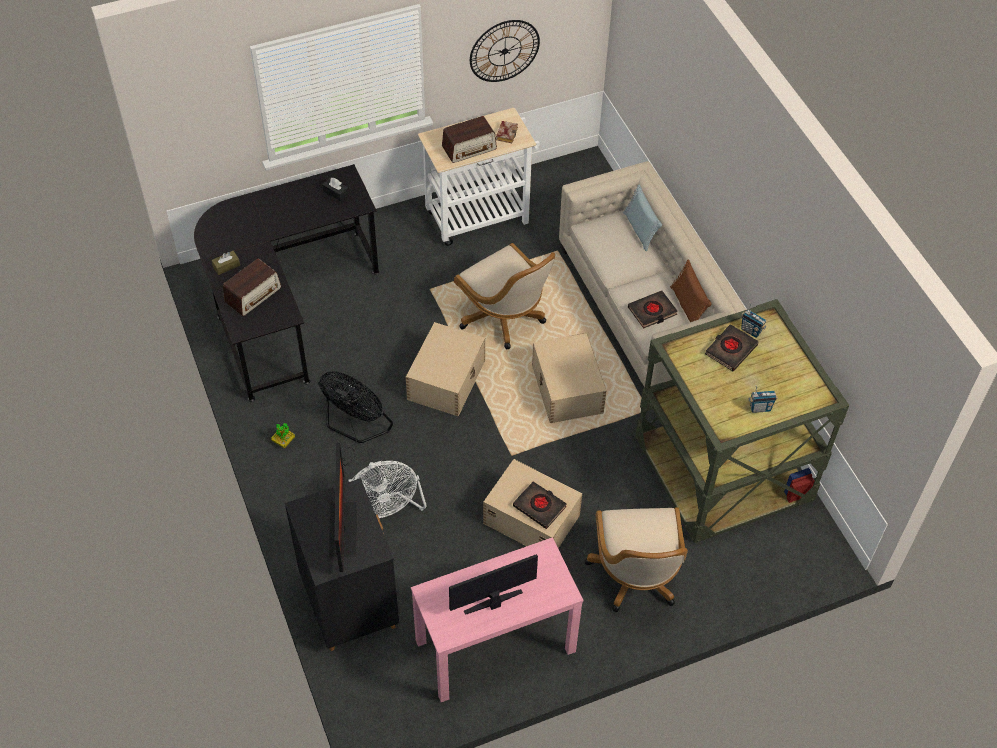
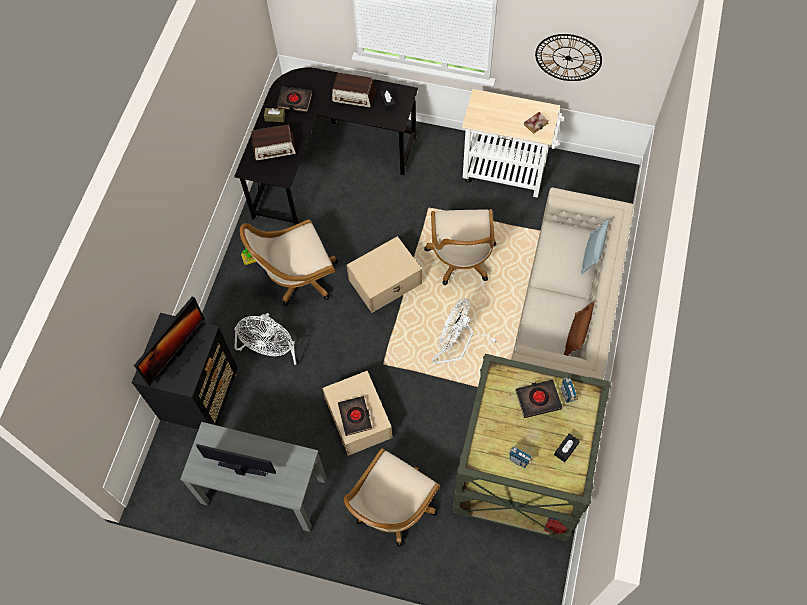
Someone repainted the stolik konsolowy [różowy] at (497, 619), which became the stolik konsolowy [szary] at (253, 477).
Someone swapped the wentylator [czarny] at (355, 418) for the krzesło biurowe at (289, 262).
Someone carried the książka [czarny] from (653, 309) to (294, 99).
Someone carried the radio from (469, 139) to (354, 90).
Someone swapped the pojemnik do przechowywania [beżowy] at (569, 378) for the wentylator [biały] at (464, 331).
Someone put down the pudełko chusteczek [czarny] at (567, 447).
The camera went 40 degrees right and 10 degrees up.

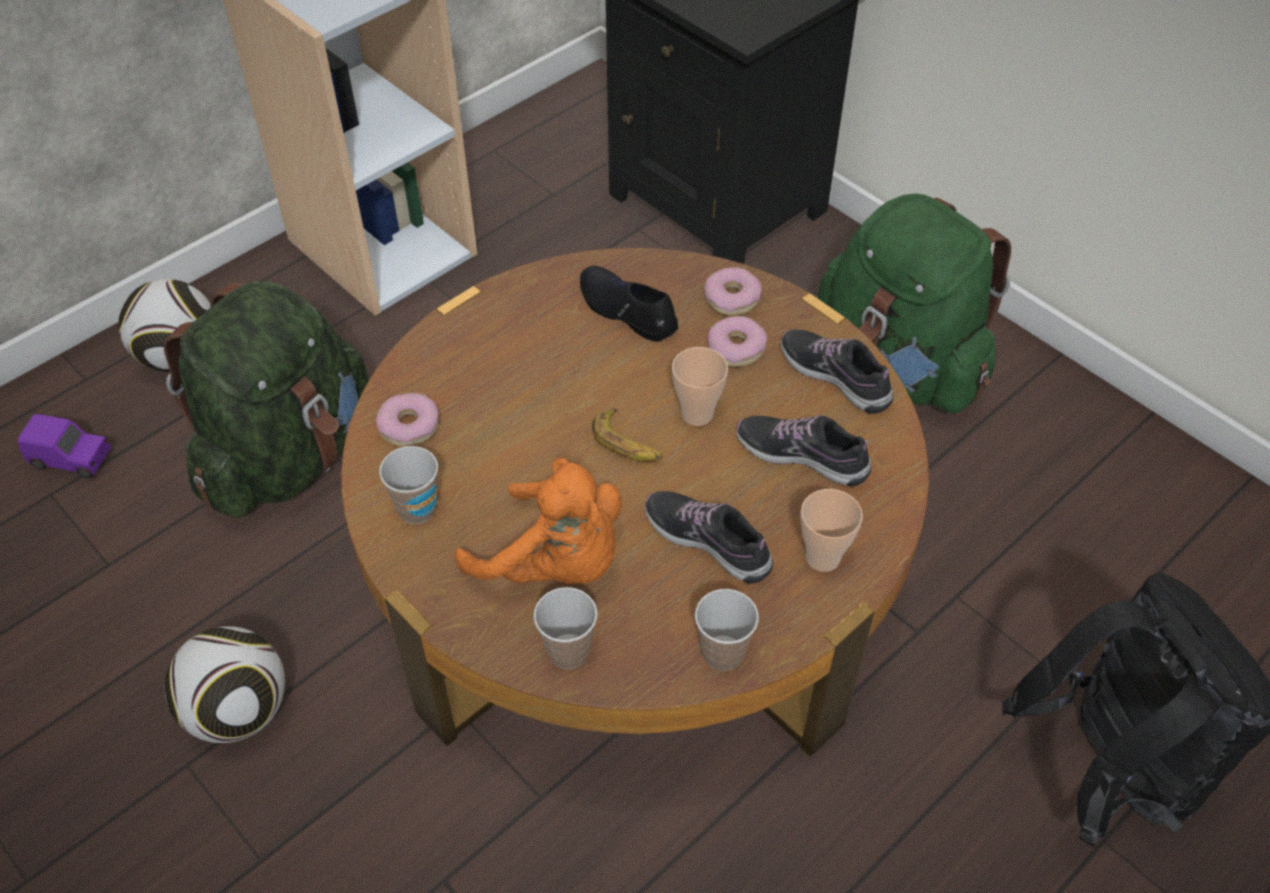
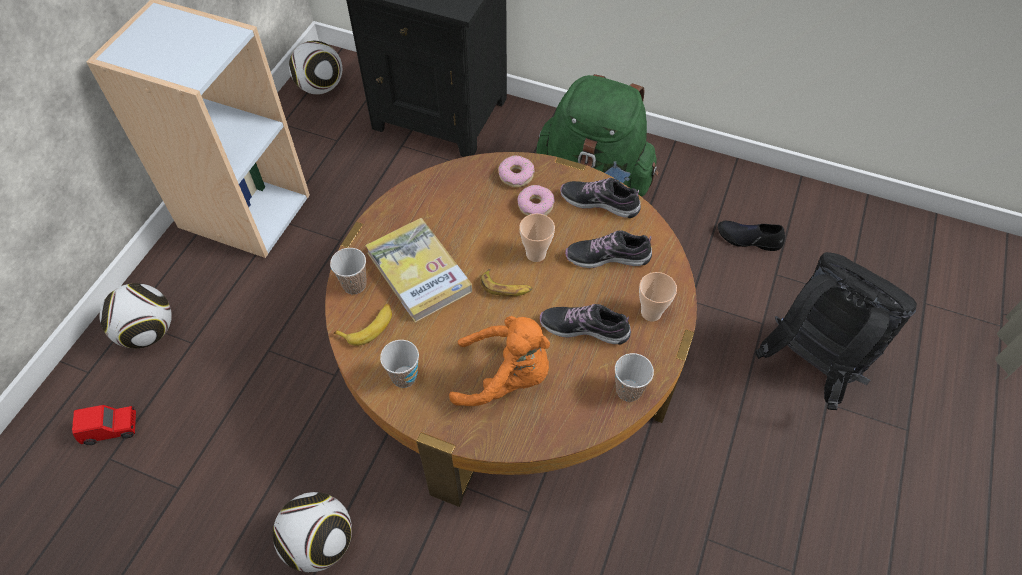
Someone repainted the samochodzik [fioletowy] at (64, 446), which became the samochodzik [czerwony] at (104, 425).
Someone put down the piłka futbolowa at (315, 67).
Someone carried the filiżanka from (566, 628) to (348, 271).
Someone swapped the donut at (407, 420) for the banan at (362, 325).
Someone put down the książka at (418, 270).
Someone carried the but [czarny] from (629, 304) to (751, 236).
Someone took away the plecak [zielony] at (266, 399).
The camera went 25 degrees left and 5 degrees up.

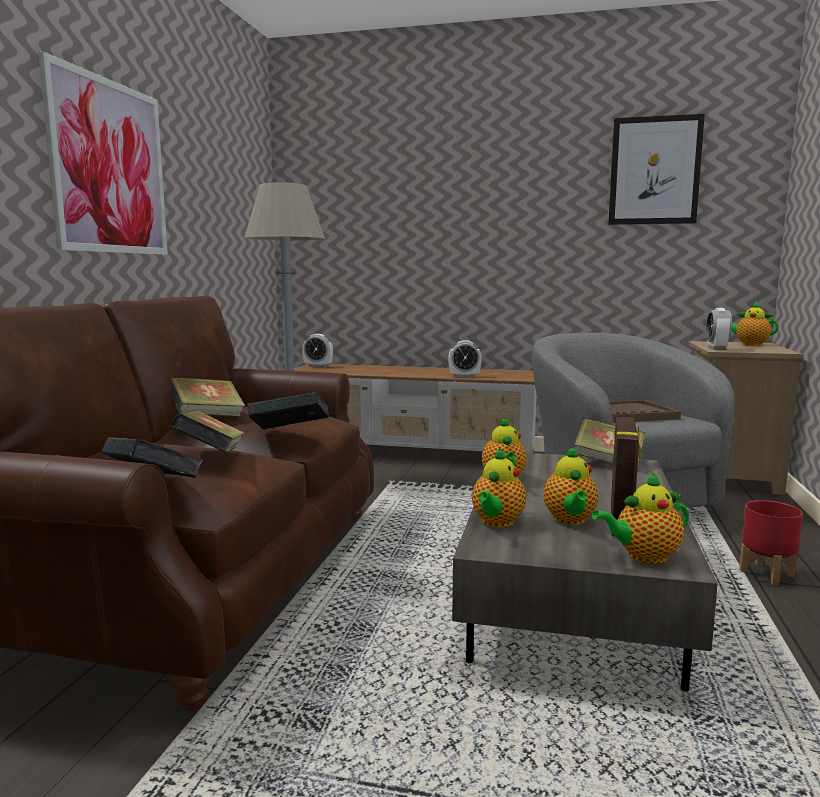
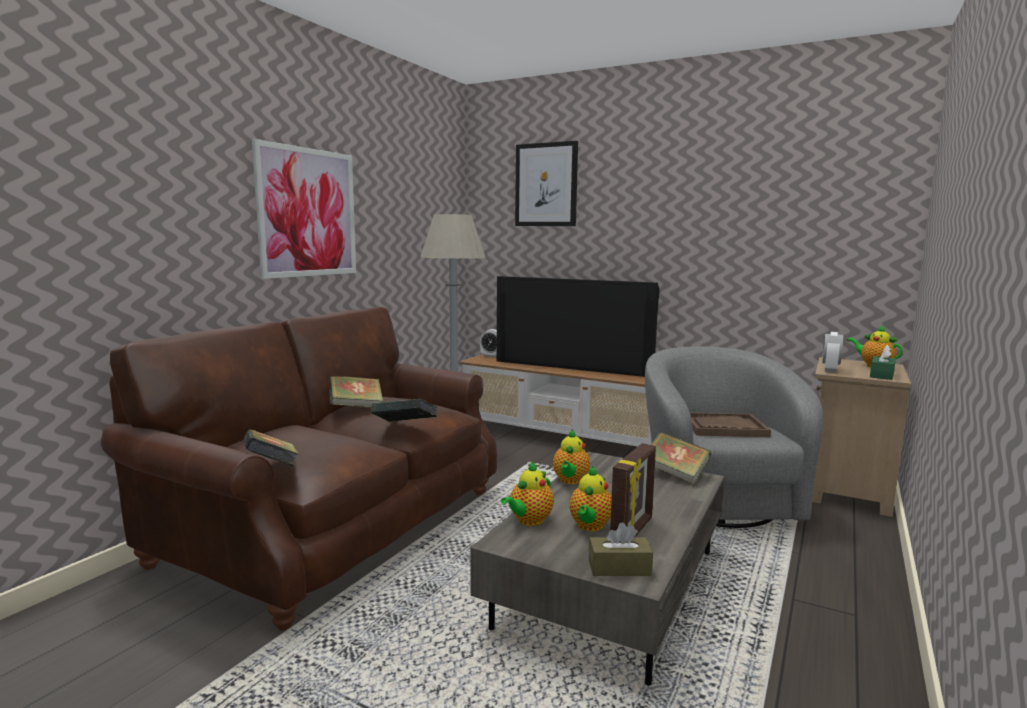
Someone put down the telewizor at (578, 326).
Someone carried the obraz from (656, 169) to (546, 183).
Someone swapped the imbryk at (640, 518) for the pudełko chusteczek [brązowy] at (621, 549).
Someone put down the pudełko chusteczek [zielony] at (883, 362).
Someone took away the książka at (207, 431).
Someone took away the budzik at (465, 358).
Someone took away the donica [czerwony] at (771, 543).
The camera went 15 degrees right and 0 degrees up.

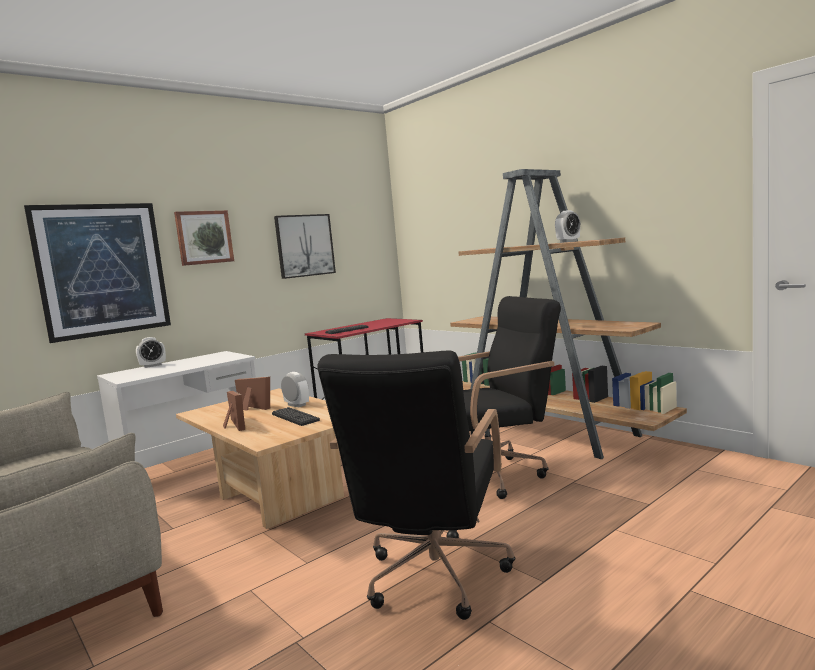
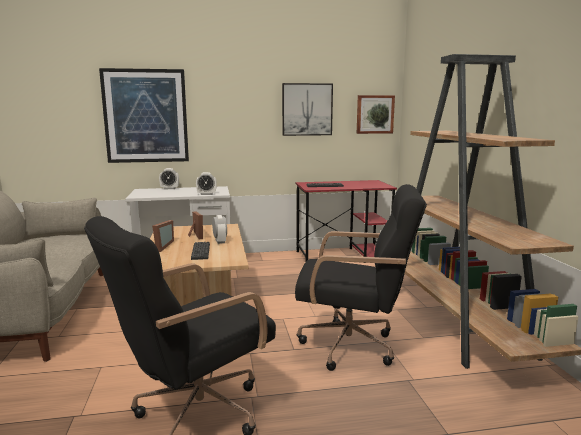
Someone carried the budzik from (567, 226) to (206, 183).
Someone carried the obraz from (204, 238) to (376, 114).
The camera went 30 degrees right and 5 degrees up.

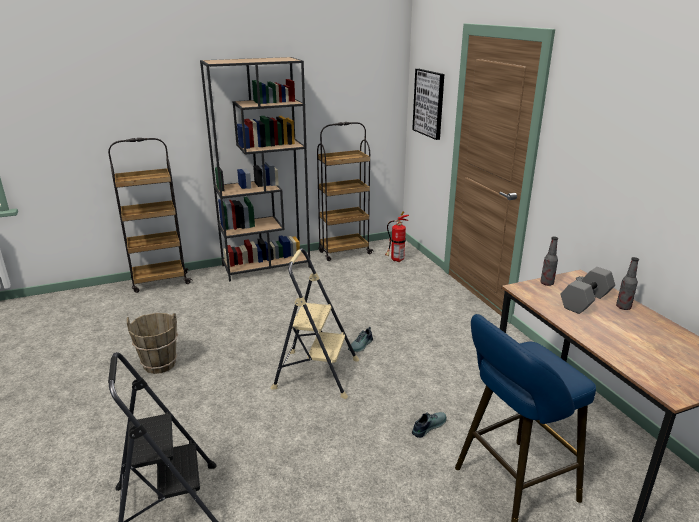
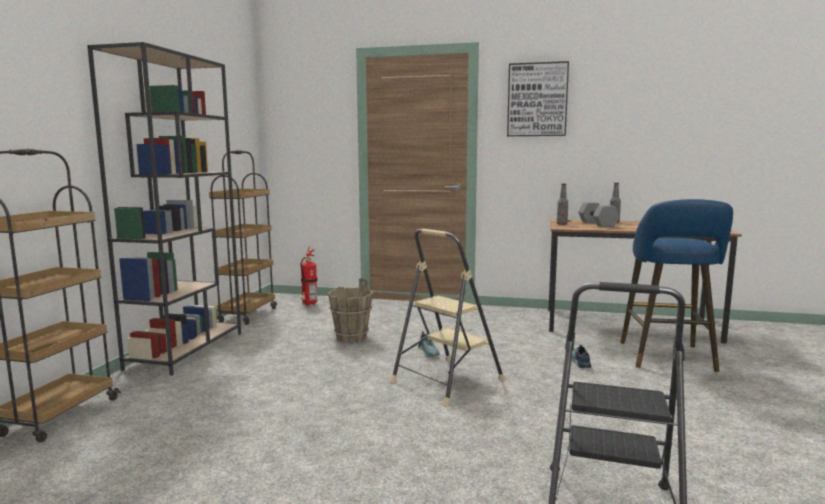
Someone carried the wiadro [brązowy] from (152, 343) to (350, 310).
Someone carried the obraz from (428, 104) to (538, 98).
The camera went 55 degrees left and 15 degrees down.

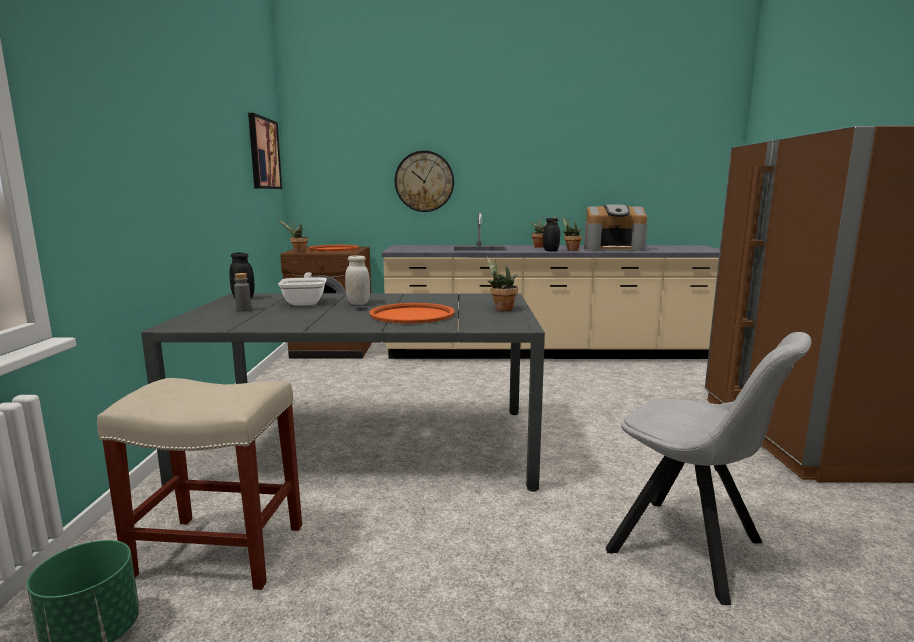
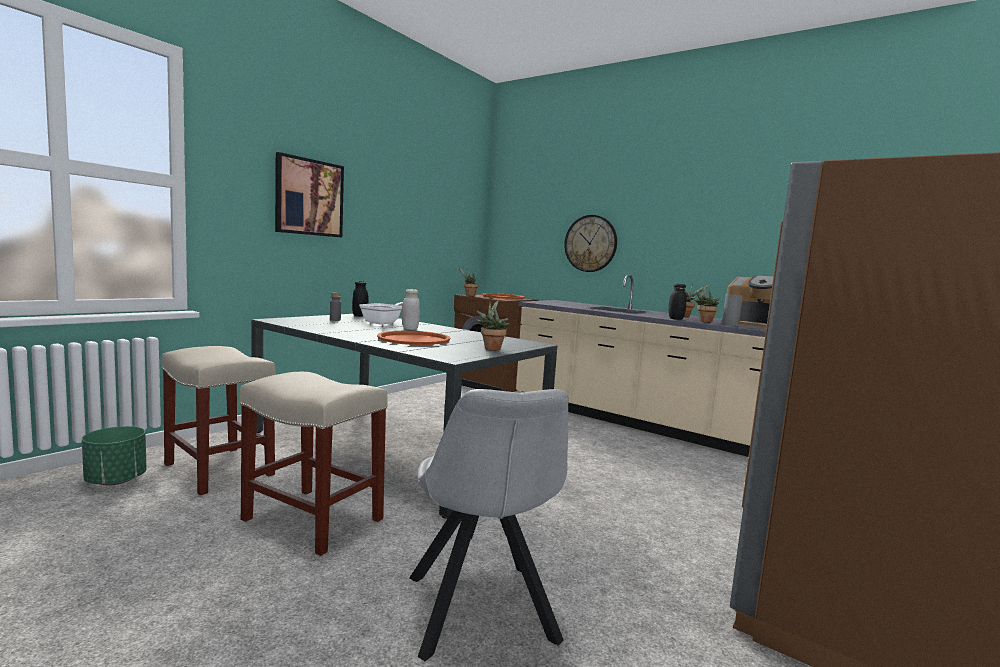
Someone put down the stołek [beżowy] at (313, 464).
Someone carried the obraz from (265, 151) to (309, 195).
The camera went 35 degrees right and 5 degrees down.

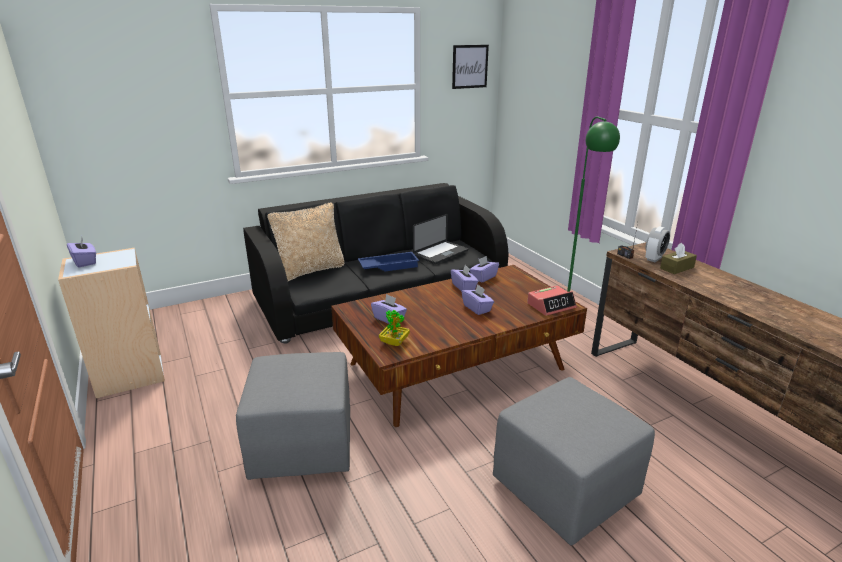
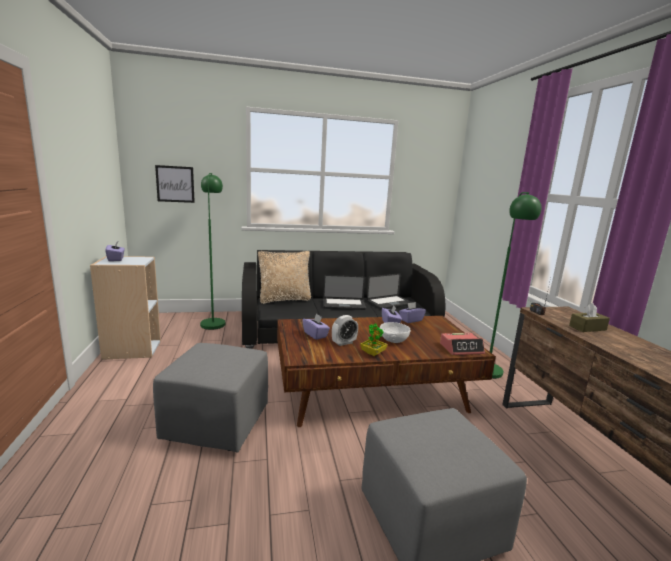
Someone carried the obraz from (470, 67) to (175, 184).
Someone put down the lampa stojąca [zielony] at (213, 251).
Someone swapped the taca [niebieski] at (388, 262) for the laptop at (344, 292).
Someone carried the budzik from (657, 244) to (345, 330).
Someone carried the roślina doniczkowa from (394, 328) to (373, 339).
Someone swapped the pudełko chusteczek [fioletowy] at (478, 299) for the miska [biały] at (395, 332).
The camera went 15 degrees right and 10 degrees down.

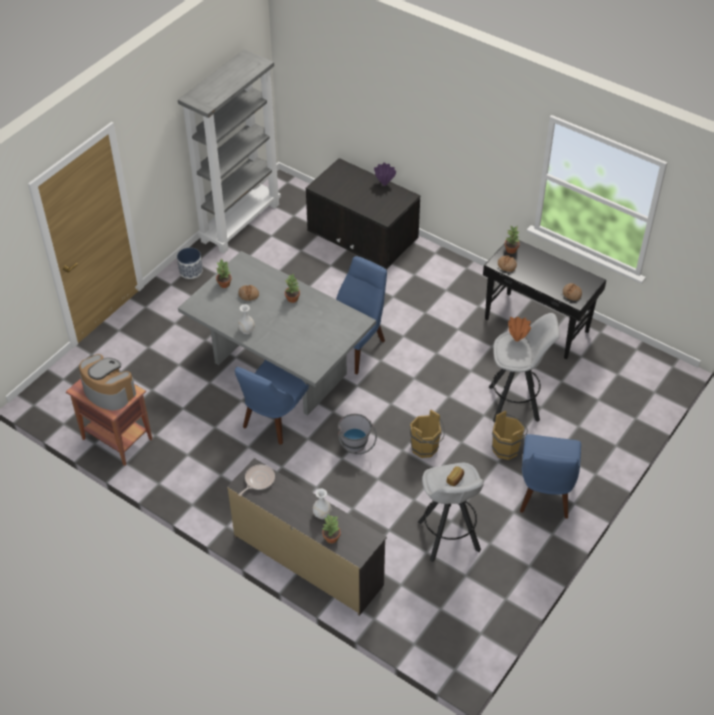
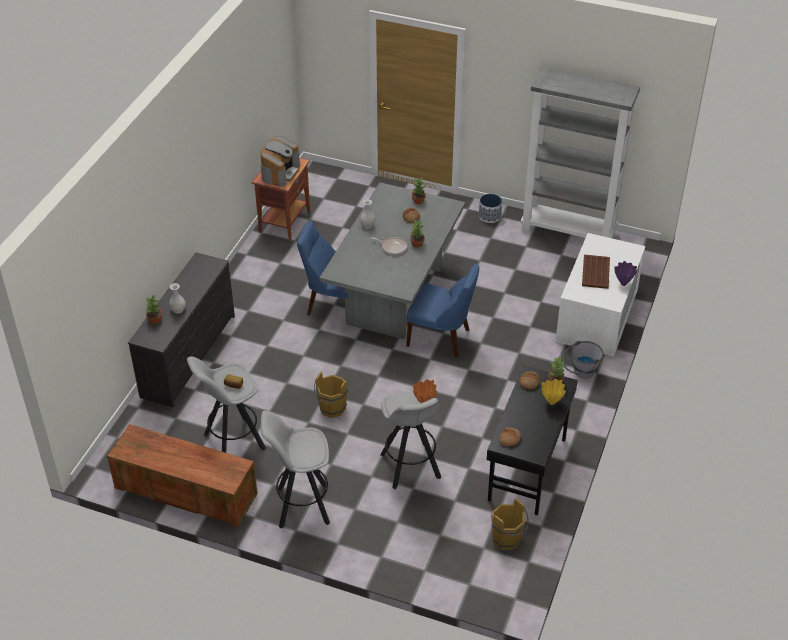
Someone put down the ławka [brązowy] at (182, 475).
Someone swapped the krzesło [niebieski] at (550, 476) for the stołek [szary] at (295, 469).
Someone carried the patelnia from (257, 480) to (389, 246).
Someone carried the wiadro [brązowy] from (510, 435) to (510, 524).
Someone put down the wazon [żółty] at (553, 392).
Someone repainted the szafka [czarny] at (362, 213), which became the szafka [biały] at (600, 295).
Someone carried the wiadro [szary] from (357, 434) to (583, 359).
Someone put down the taca [brązowy] at (596, 272).
The camera went 75 degrees right and 5 degrees down.

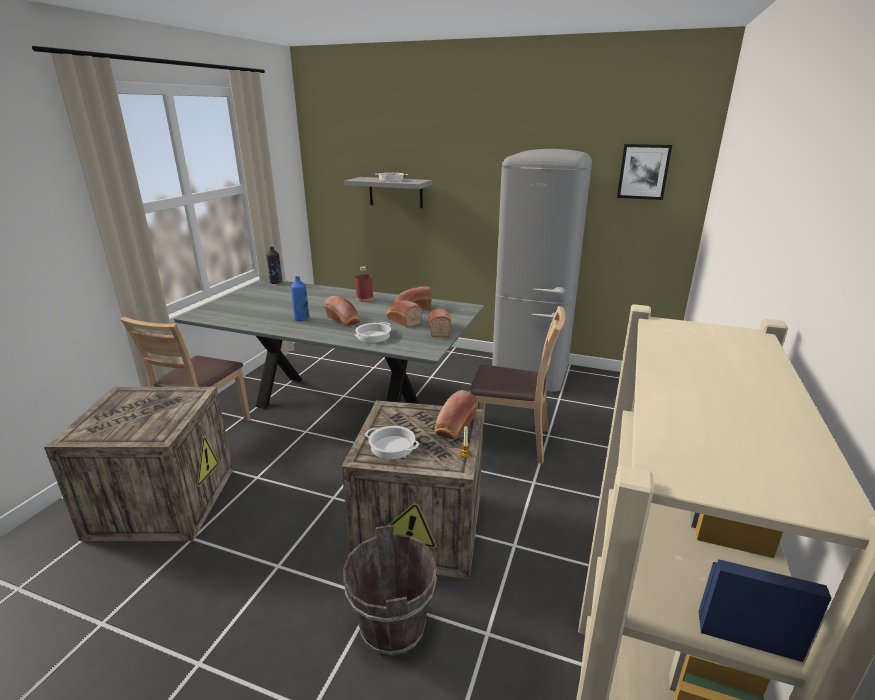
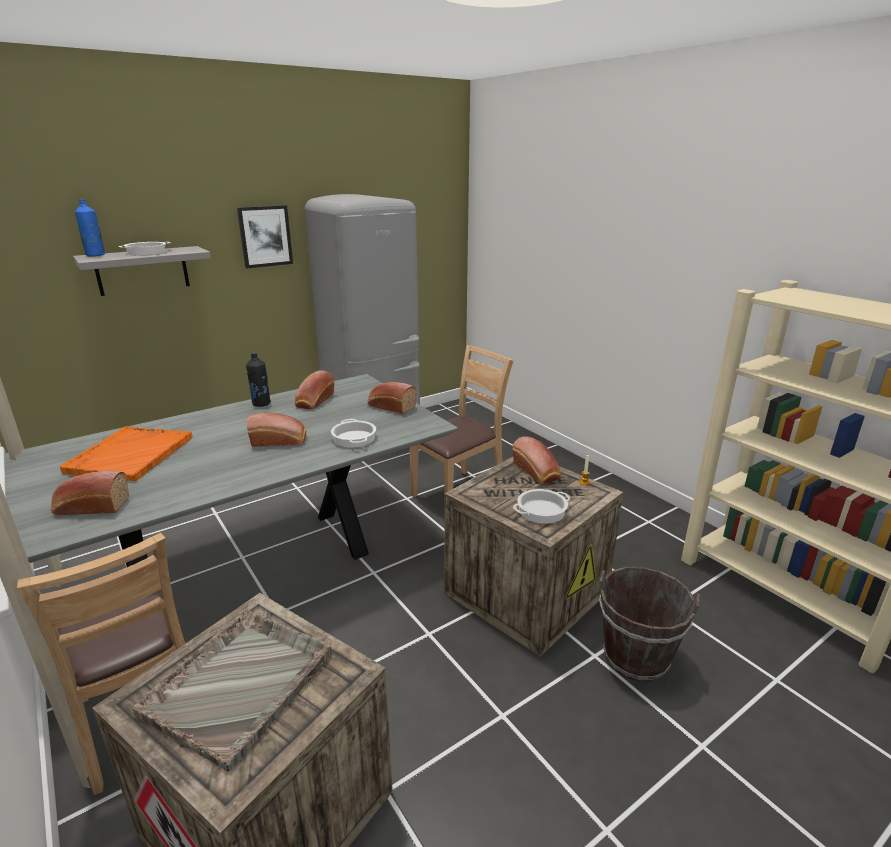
Someone carried the chleb from (404, 314) to (90, 493).
Someone put down the taca [pomarańczowy] at (126, 453).
Someone carried the butelka [niebieski] from (300, 298) to (90, 228).
Someone put down the taca [szary] at (232, 691).
Someone carried the obraz from (644, 172) to (265, 237).
Someone carried the butelka [czarny] from (274, 265) to (258, 379).
Someone took away the butelka [czerwony] at (364, 284).
The camera went 55 degrees left and 0 degrees up.

